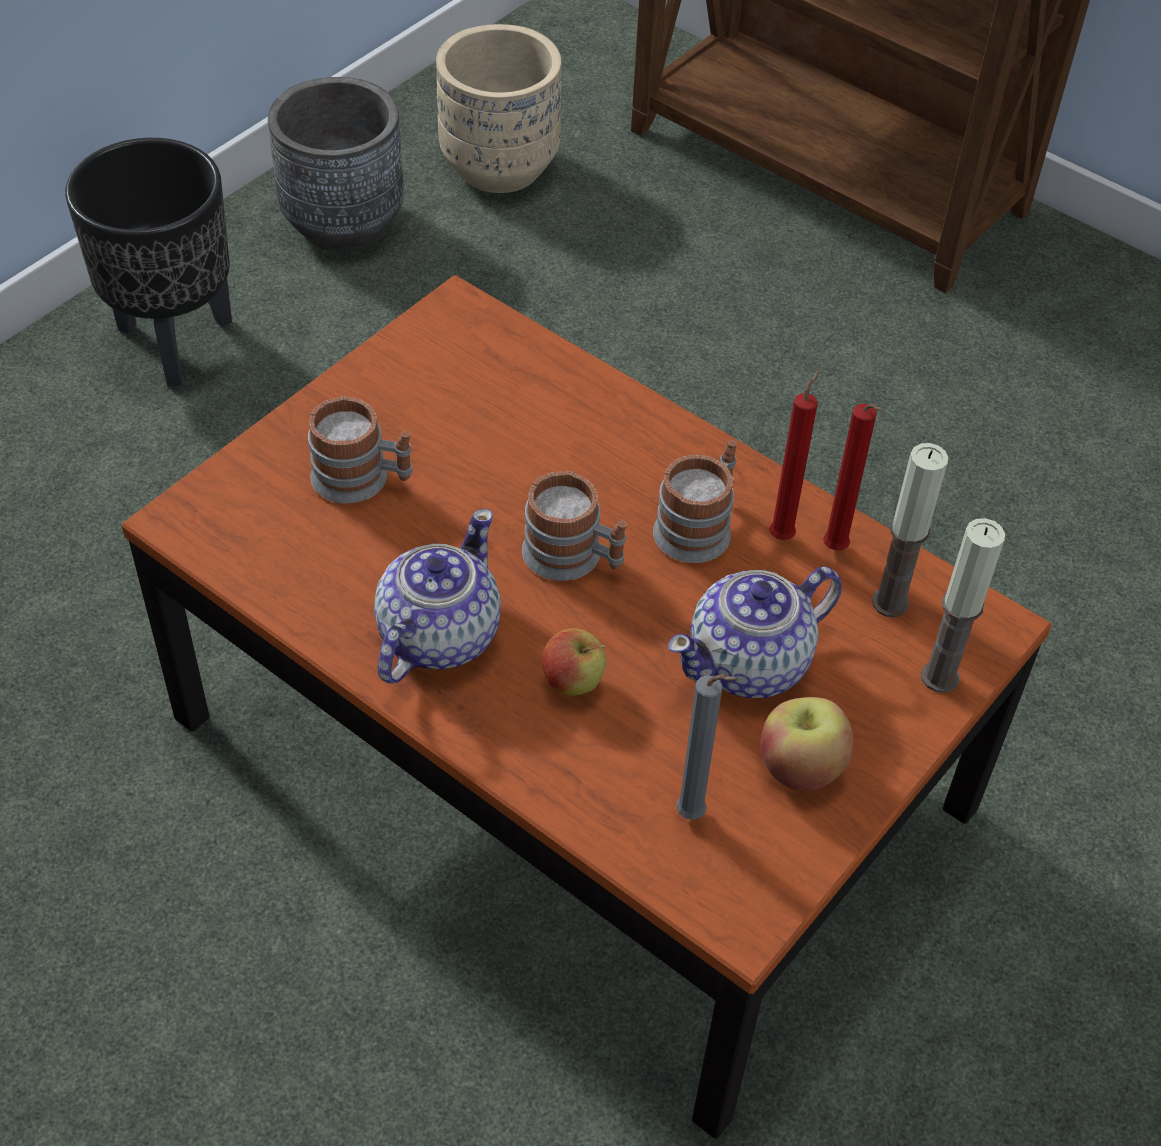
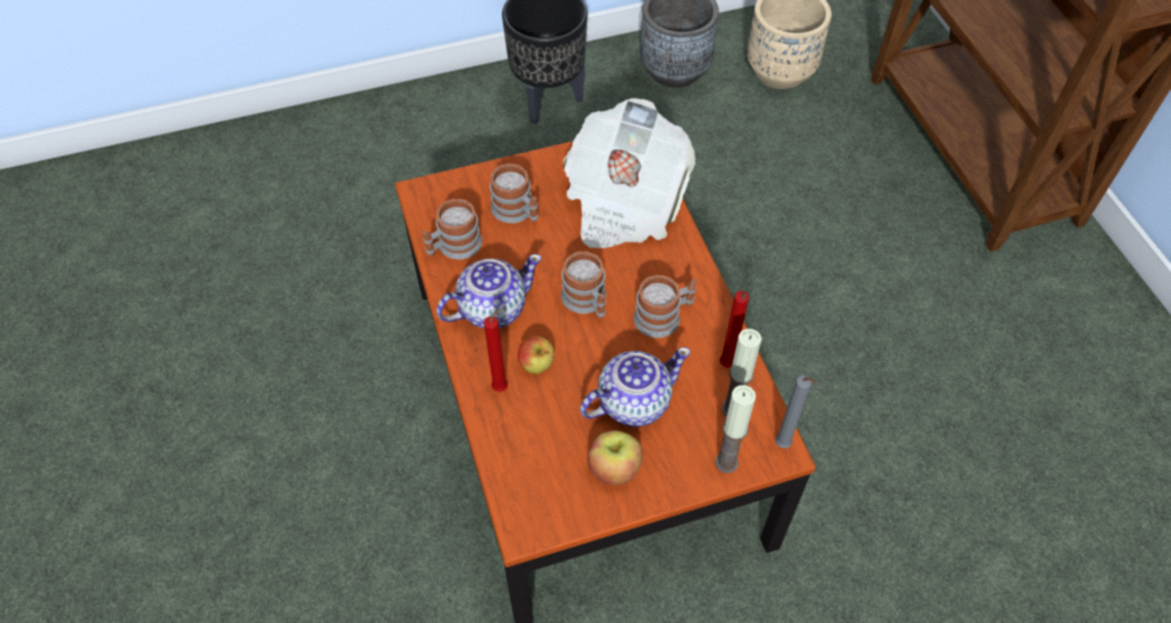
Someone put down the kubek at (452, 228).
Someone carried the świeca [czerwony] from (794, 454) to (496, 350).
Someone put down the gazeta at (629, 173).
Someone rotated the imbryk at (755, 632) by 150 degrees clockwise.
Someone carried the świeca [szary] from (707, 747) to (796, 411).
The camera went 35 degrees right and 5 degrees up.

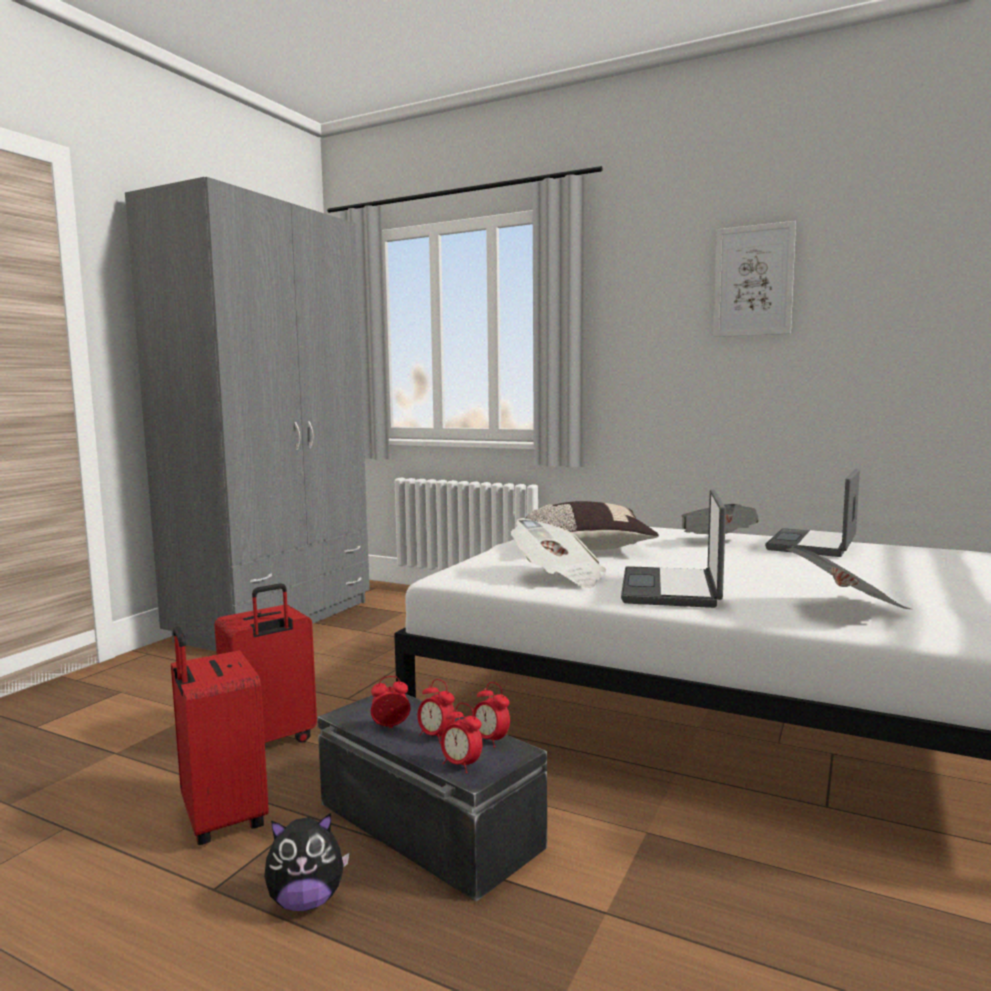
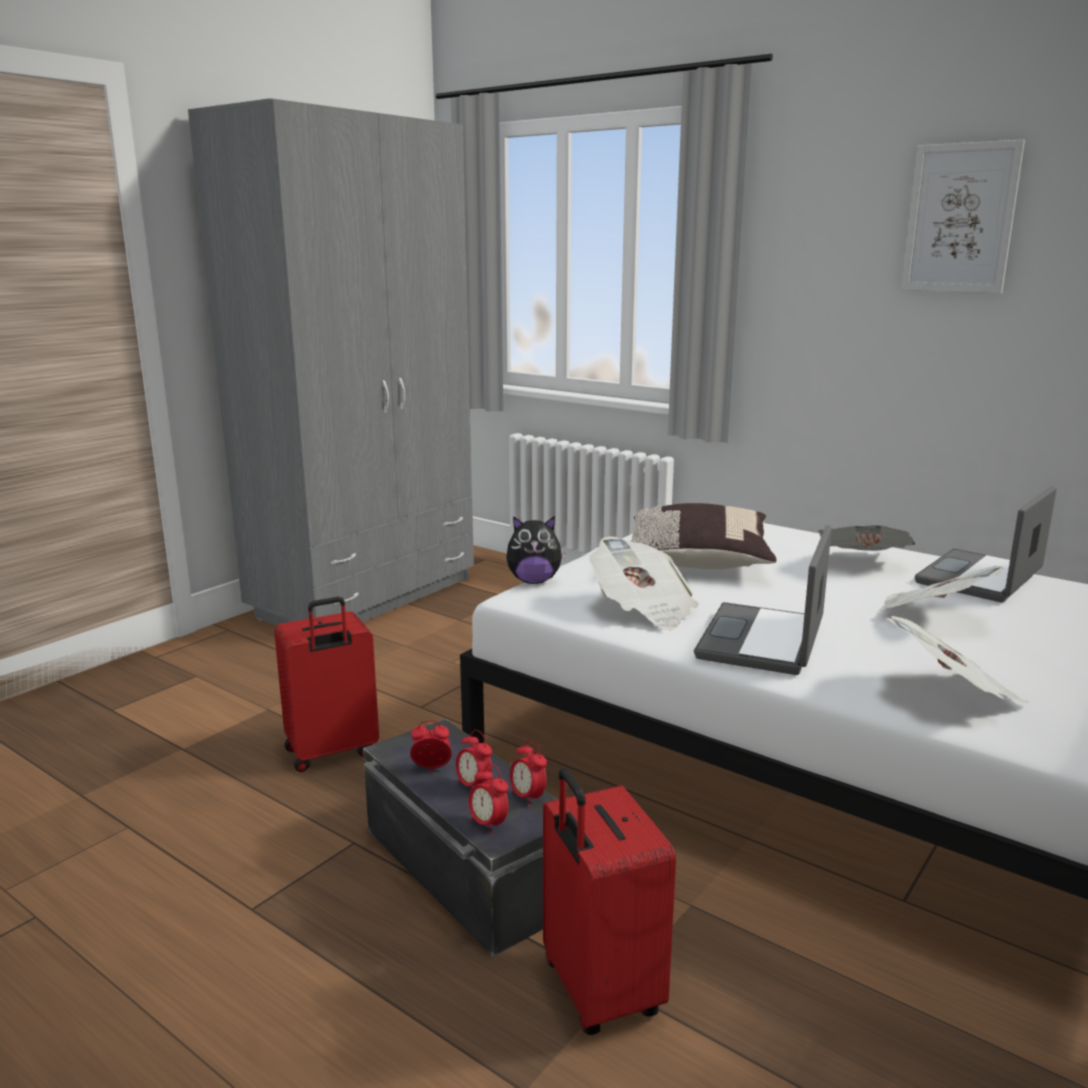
Someone carried the pluszak from (307, 862) to (535, 550).
Someone carried the walizka [czerwony] from (220, 735) to (609, 901).
Someone put down the gazeta at (940, 588).
The camera went 10 degrees right and 10 degrees up.

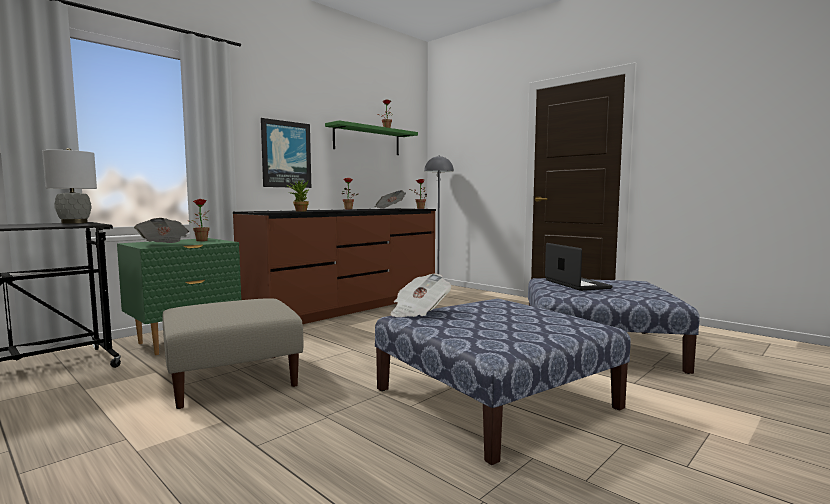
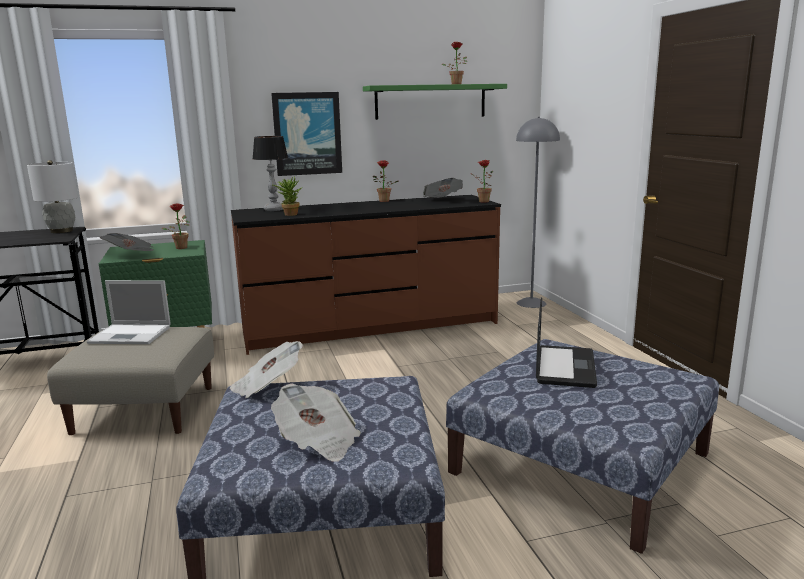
Someone put down the laptop at (129, 312).
Someone put down the lampa stołowa at (270, 173).
Someone put down the gazeta at (316, 423).
The camera went 30 degrees right and 10 degrees up.

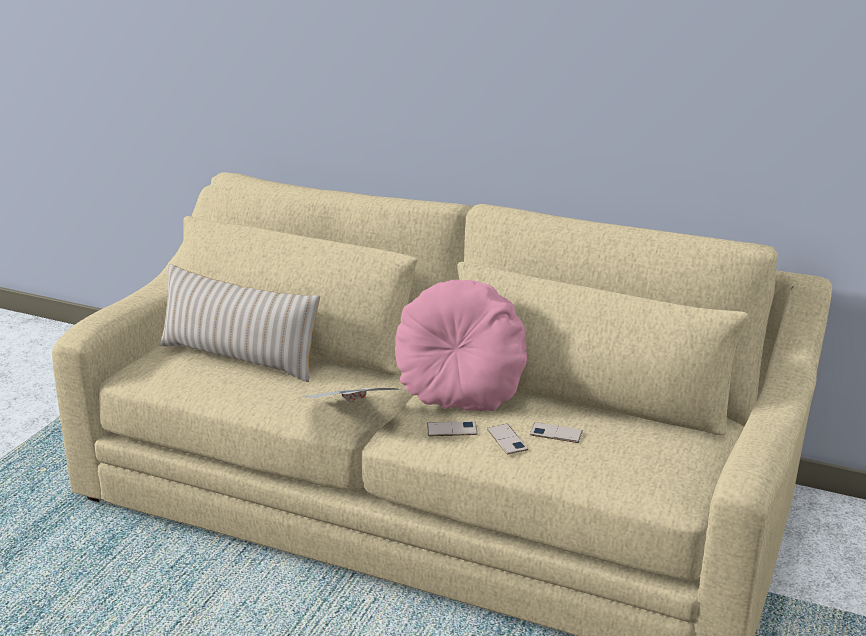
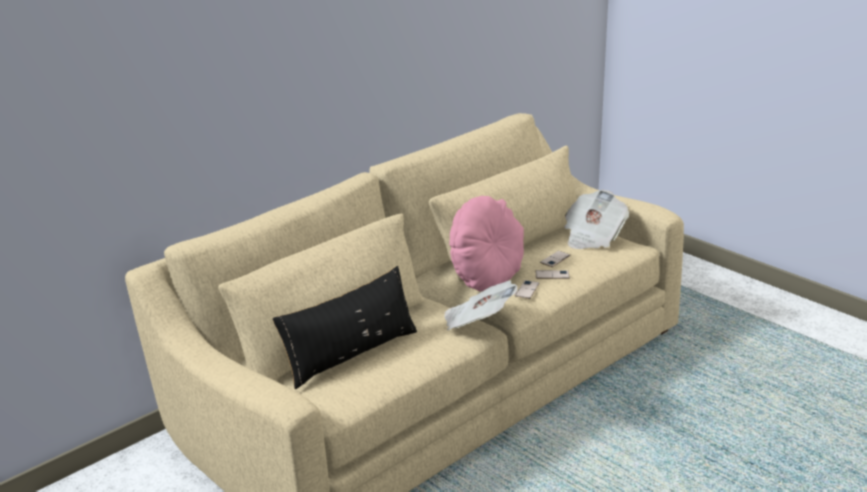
Someone repainted the poduszka [beżowy] at (240, 323), which became the poduszka [czarny] at (344, 327).
Someone put down the gazeta at (596, 219).
The camera went 65 degrees left and 0 degrees up.

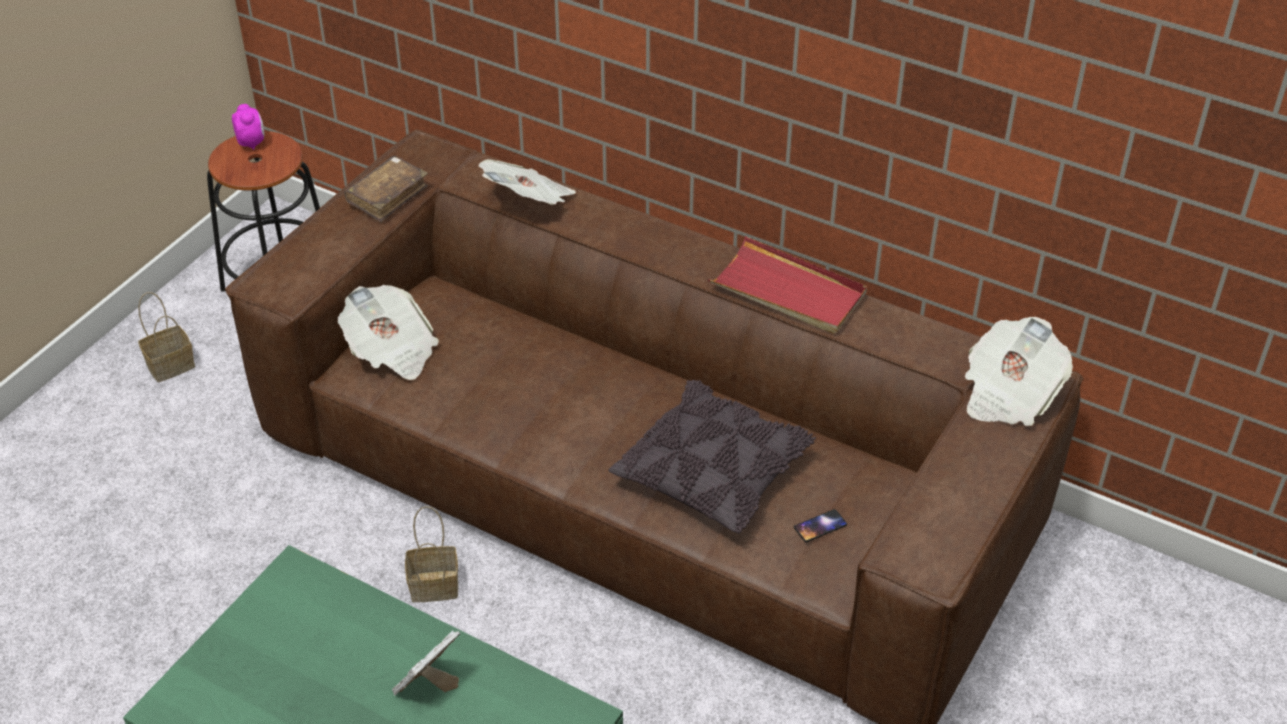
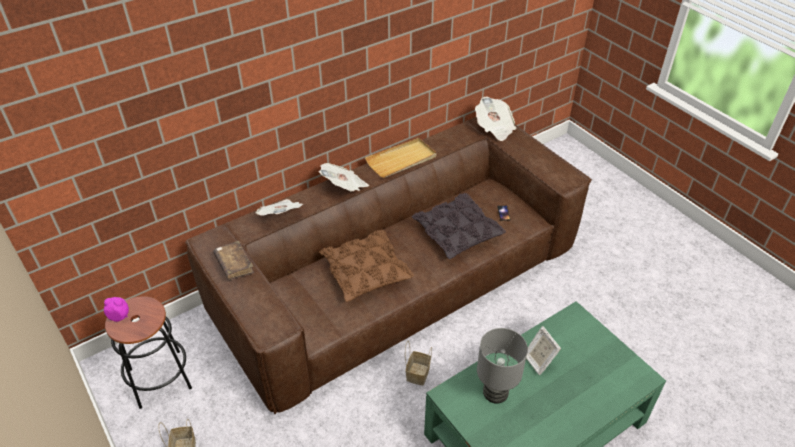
Someone carried the gazeta from (388, 332) to (343, 177).
Someone put down the poduszka [brązowy] at (366, 266).
Someone repainted the taca [czerwony] at (787, 284), which became the taca [beżowy] at (401, 158).
Someone put down the lampa stołowa [szary] at (502, 366).
The camera went 65 degrees left and 0 degrees up.

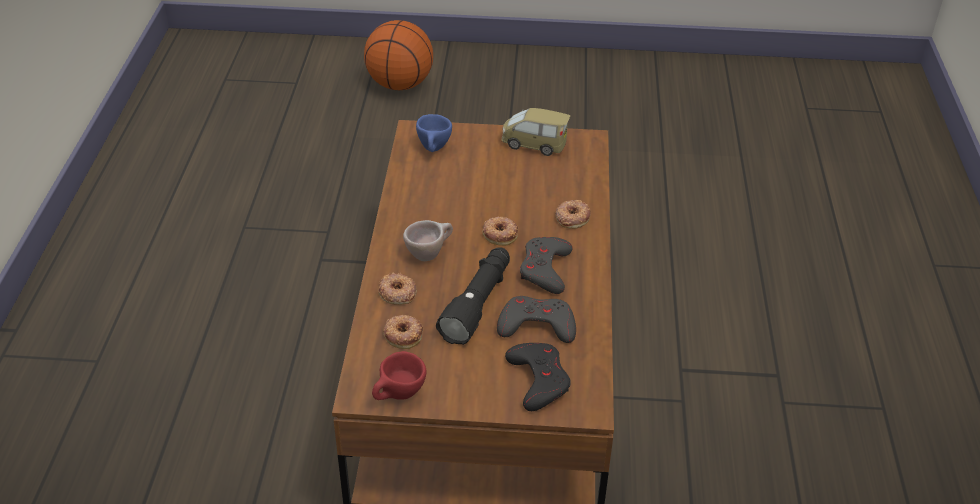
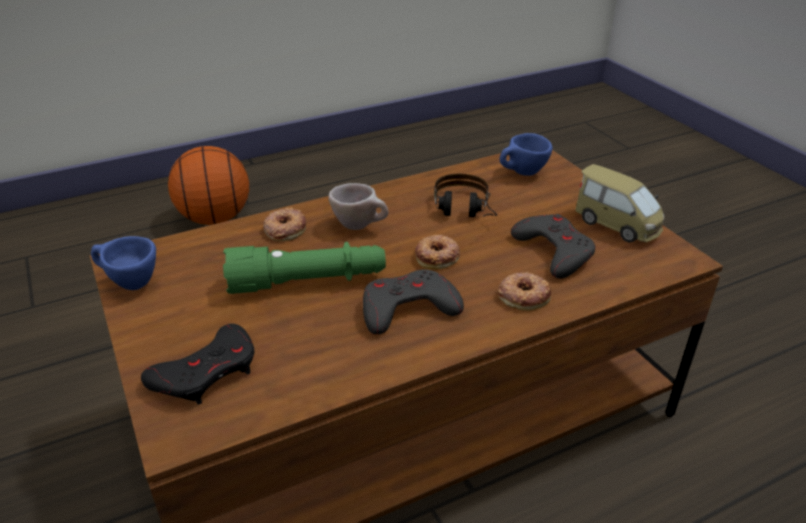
Someone repainted the filiżanka [czerwony] at (399, 375), which became the filiżanka [niebieski] at (123, 263).
Someone carried the piłka do koszykówki from (398, 55) to (208, 185).
Someone repainted the latarka [czarny] at (473, 296), which became the latarka [zielony] at (304, 268).
Someone put down the słuchawki at (466, 195).
Someone carried the pad do gier [szary] from (536, 319) to (553, 246).
Someone rotated the samochodzik at (536, 132) by 150 degrees clockwise.
Someone took away the donut at (403, 332).
The camera went 60 degrees right and 5 degrees down.

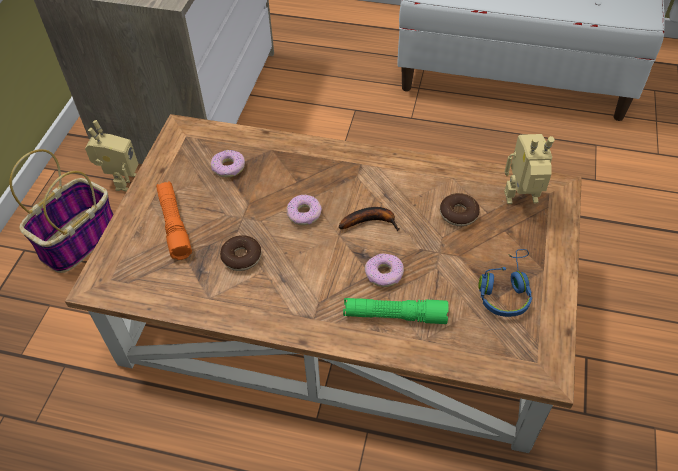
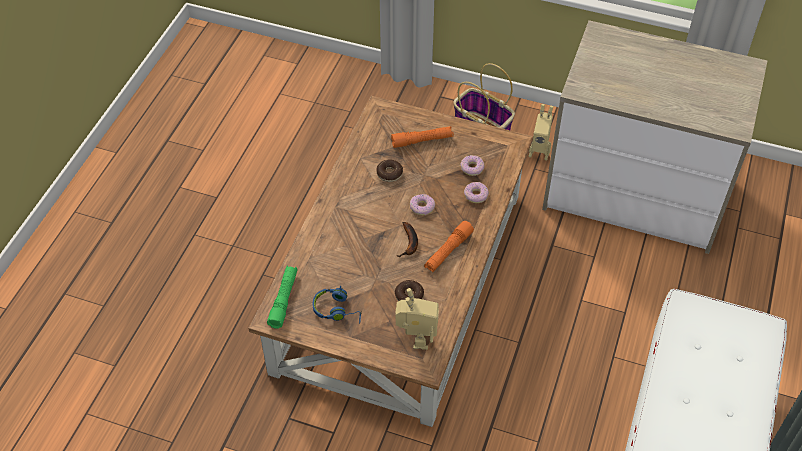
Someone carried the latarka [zielony] from (395, 311) to (282, 297).
Someone put down the latarka [pomarańczowy] at (449, 247).
Someone carried the donut from (384, 270) to (476, 192).
The camera went 95 degrees right and 0 degrees up.

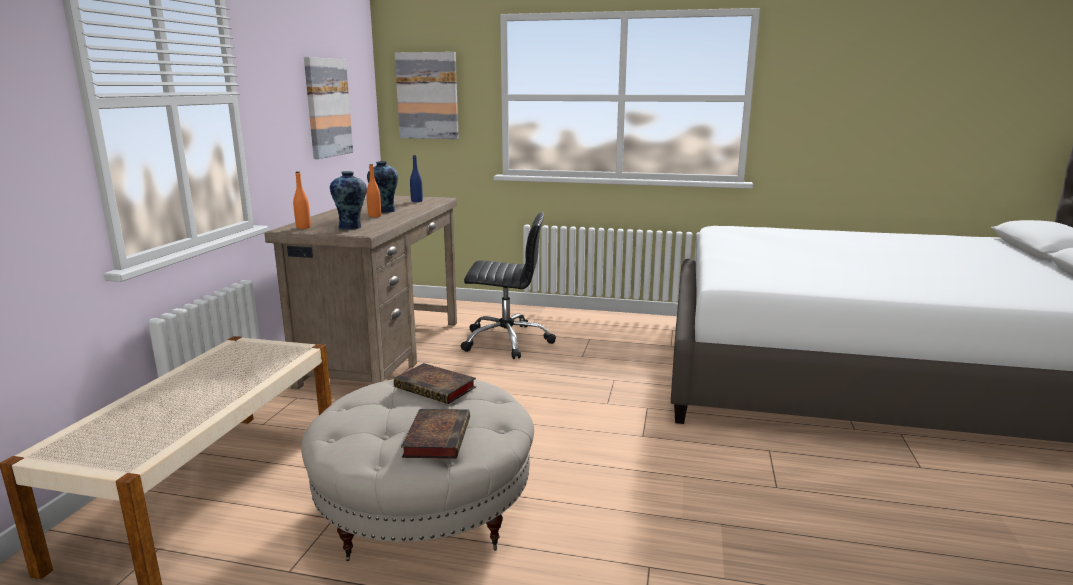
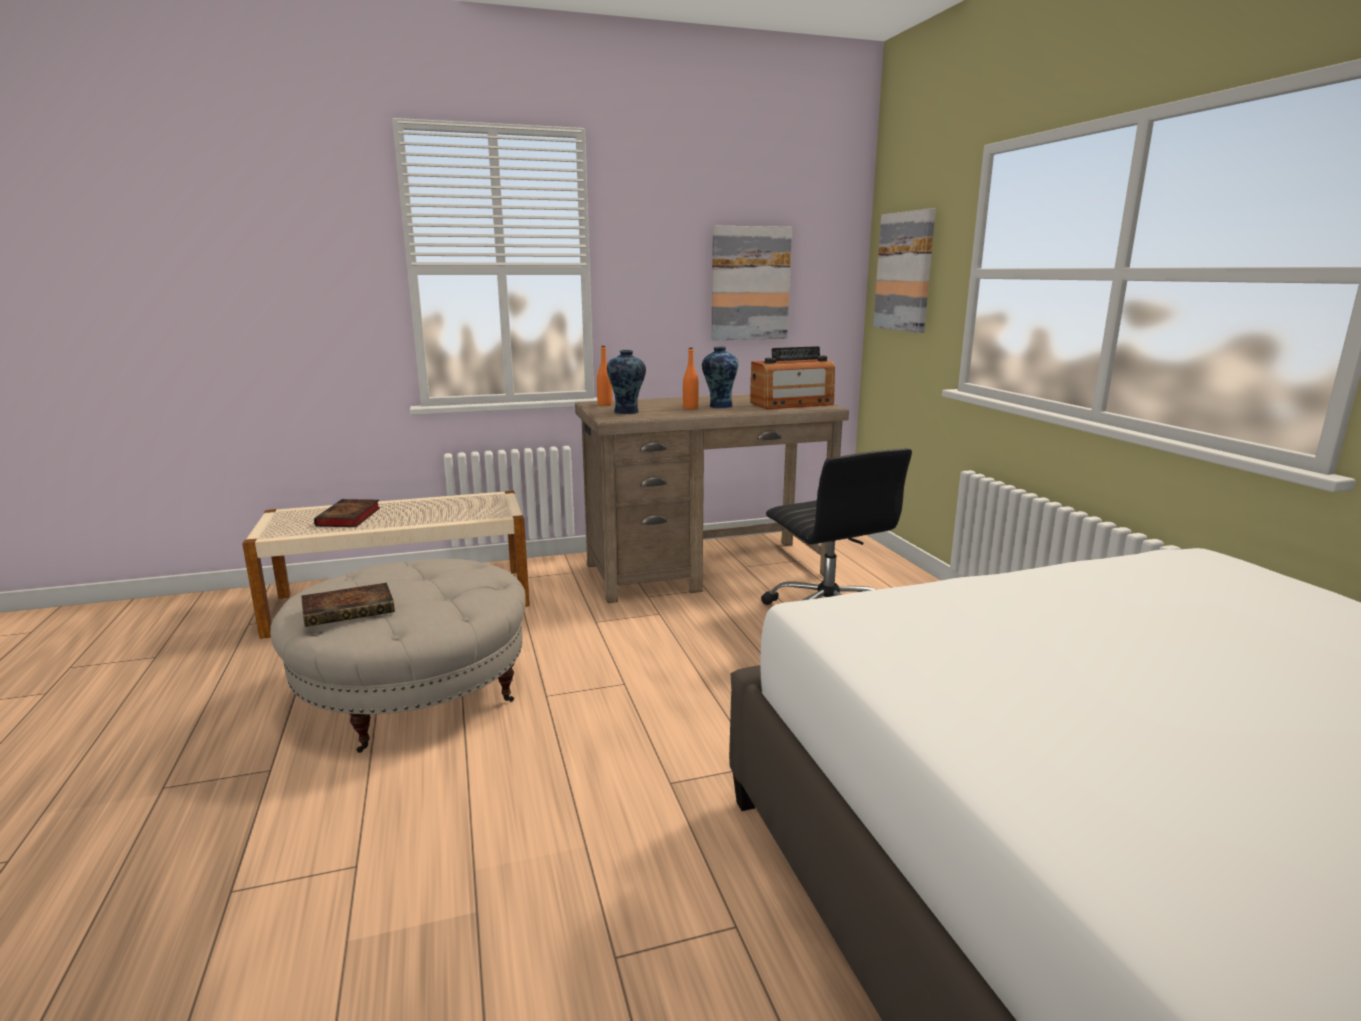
Someone carried the książka from (435, 383) to (347, 513).
Someone swapped the butelka [niebieski] at (416, 178) for the radio at (792, 377).
The camera went 60 degrees right and 0 degrees up.

